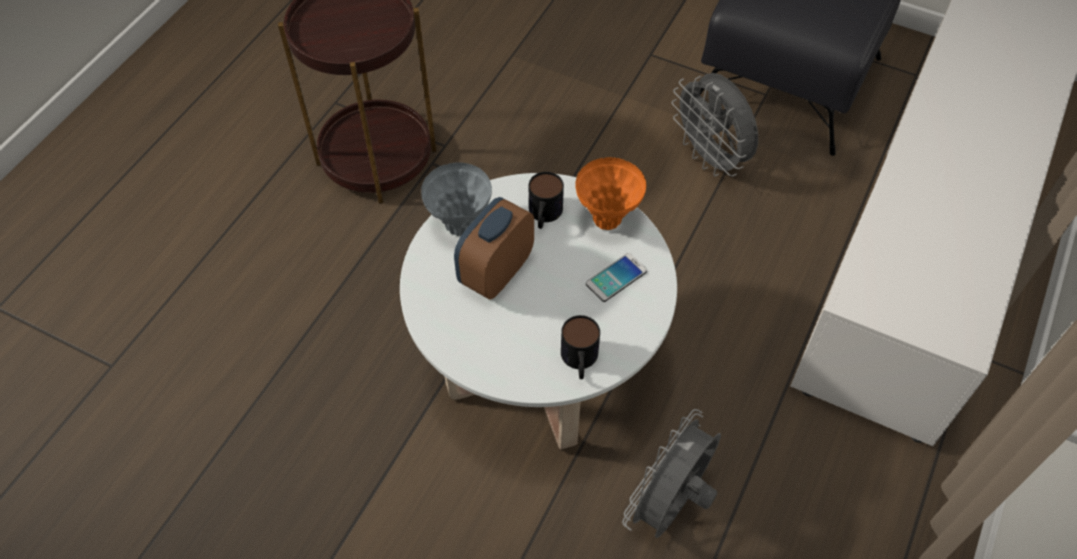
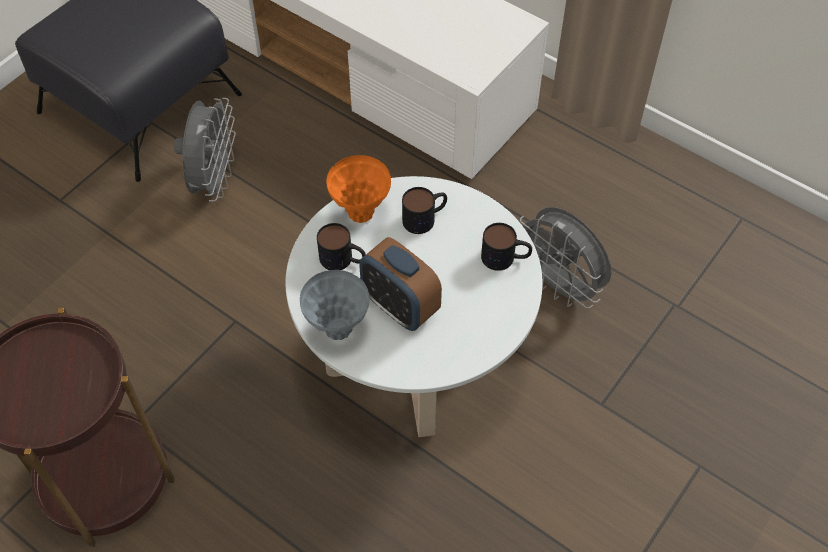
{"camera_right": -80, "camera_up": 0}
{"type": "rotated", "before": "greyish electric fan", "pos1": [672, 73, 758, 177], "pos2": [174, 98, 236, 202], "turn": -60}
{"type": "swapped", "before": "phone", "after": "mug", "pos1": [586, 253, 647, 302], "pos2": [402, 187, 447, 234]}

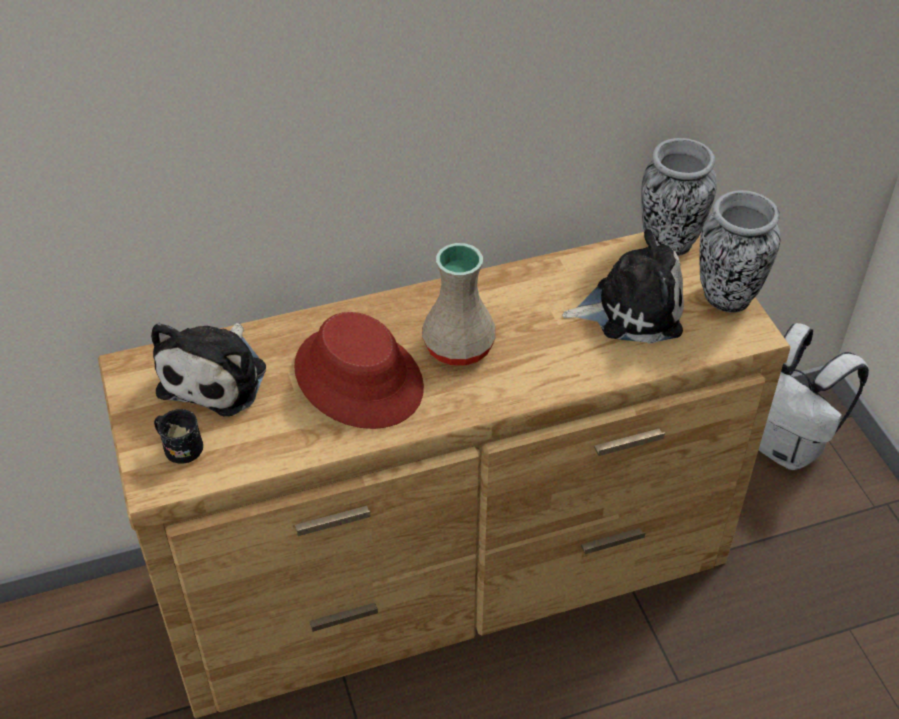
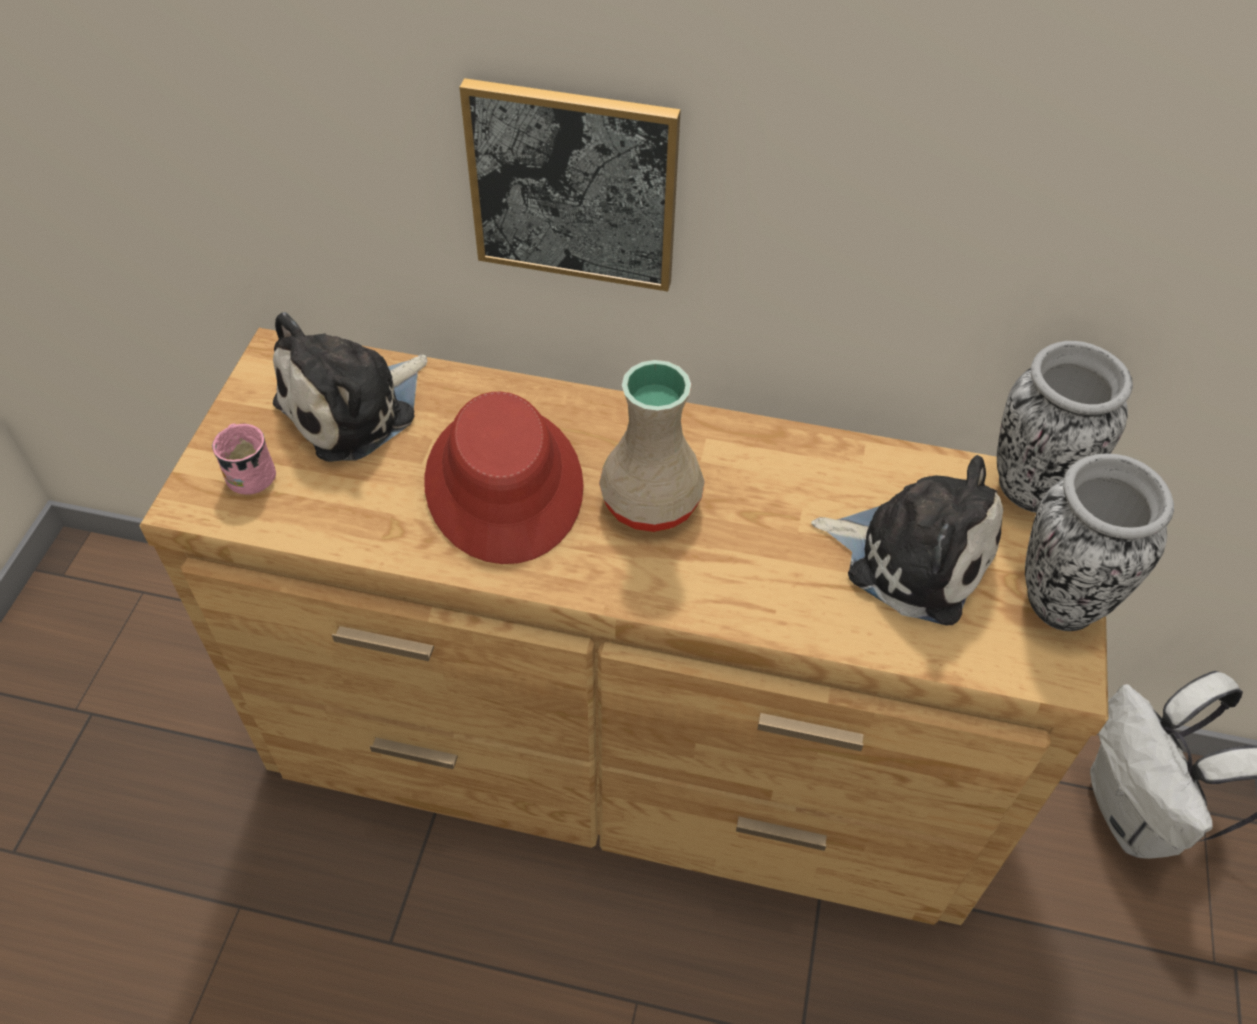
{"camera_right": 30, "camera_up": 5}
{"type": "repainted", "before": "black mug", "after": "pink mug", "pos1": [154, 409, 203, 464], "pos2": [212, 423, 276, 495]}
{"type": "new", "after": "wall art", "pos2": [459, 78, 681, 291]}

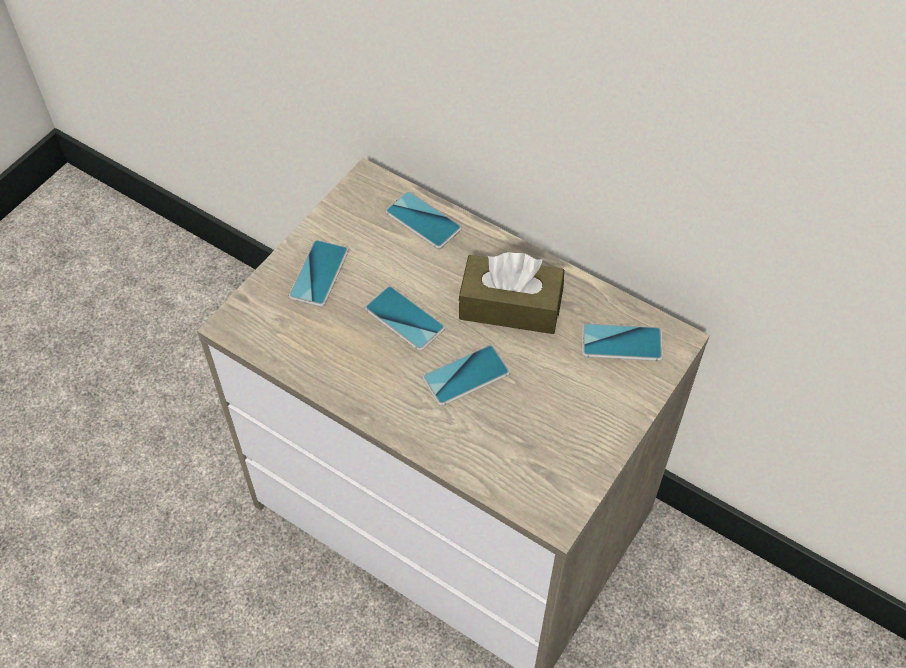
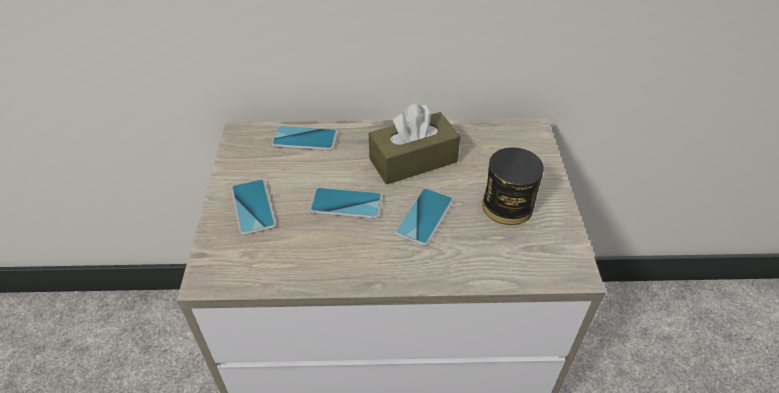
{"camera_right": -35, "camera_up": -10}
{"type": "new", "after": "can", "pos2": [482, 147, 544, 225]}
{"type": "gone", "before": "phone", "pos1": [582, 323, 663, 361]}

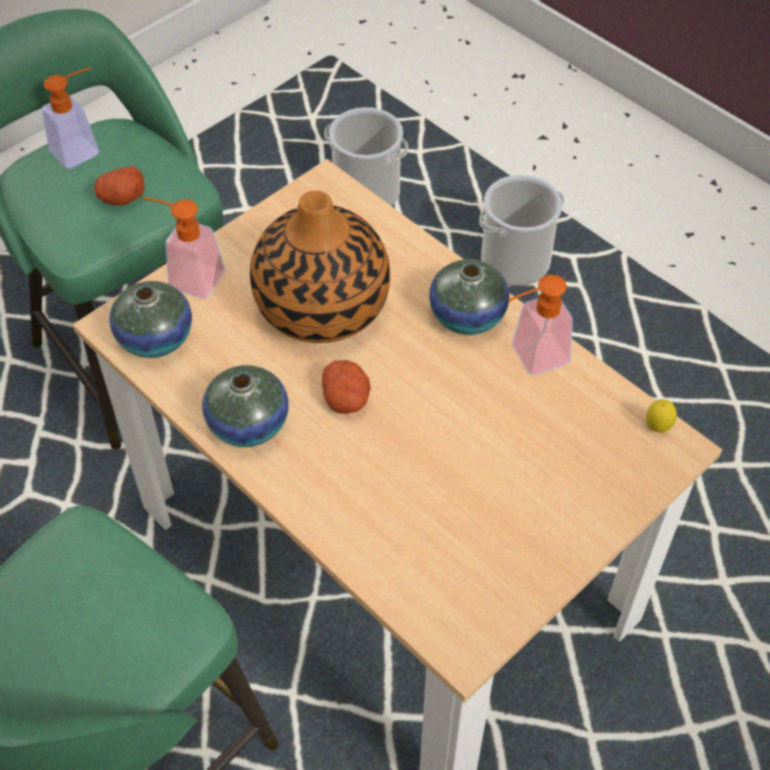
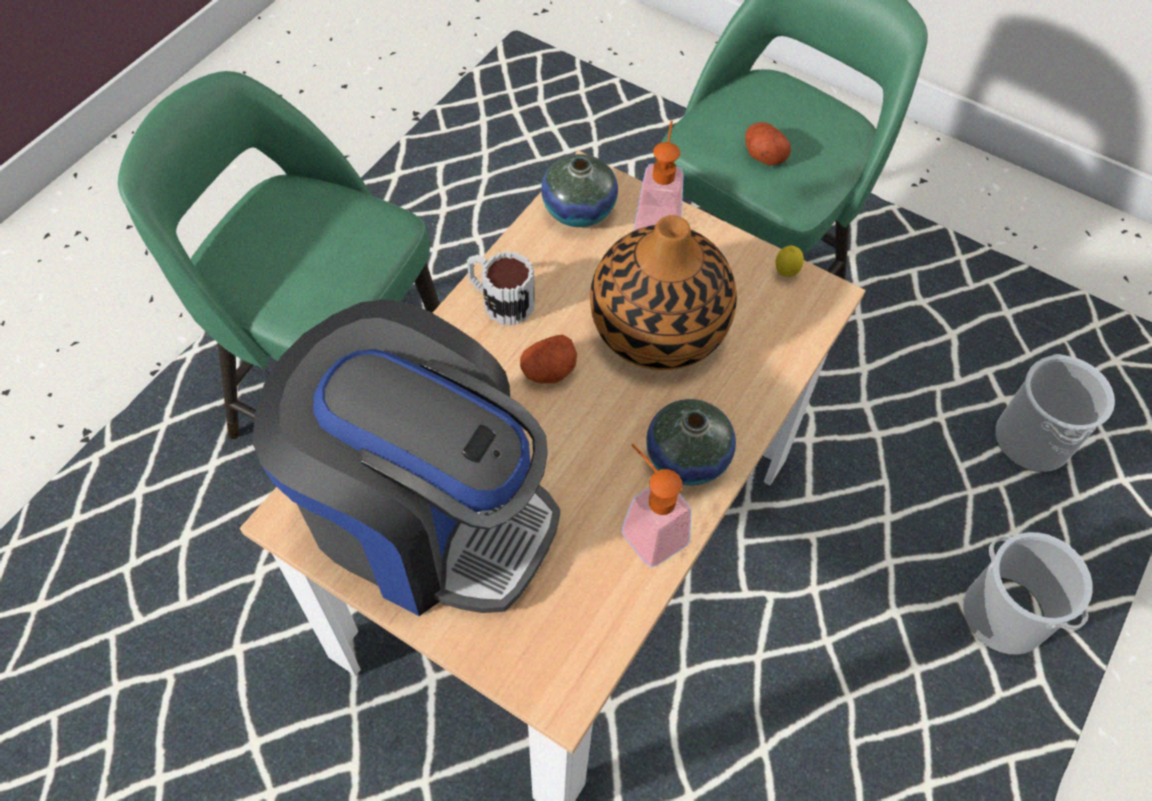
{"camera_right": 75, "camera_up": 5}
{"type": "new", "after": "coffee maker", "pos2": [252, 299, 560, 616]}
{"type": "swapped", "before": "vase", "after": "mug", "pos1": [202, 365, 289, 447], "pos2": [467, 251, 535, 326]}
{"type": "shifted", "before": "whole lemon", "pos1": [646, 399, 677, 432], "pos2": [775, 246, 804, 277]}
{"type": "gone", "before": "soap bottle", "pos1": [42, 67, 99, 169]}

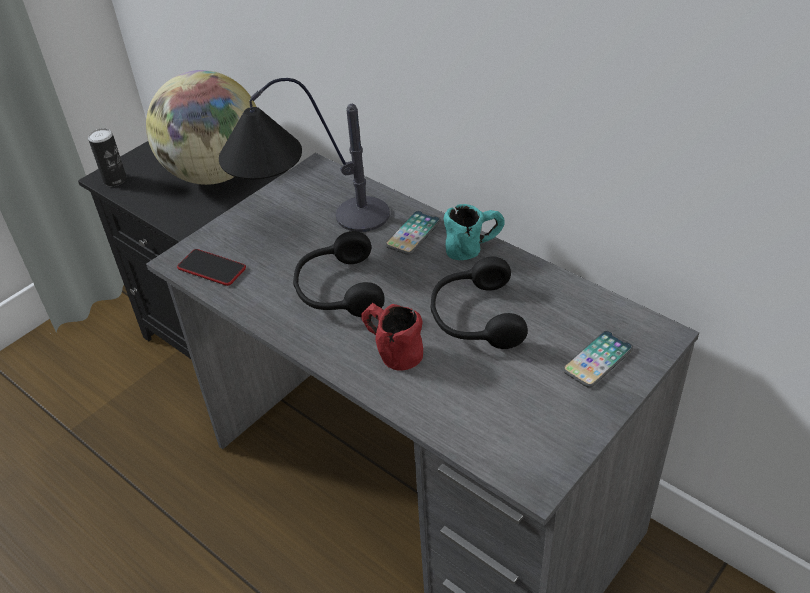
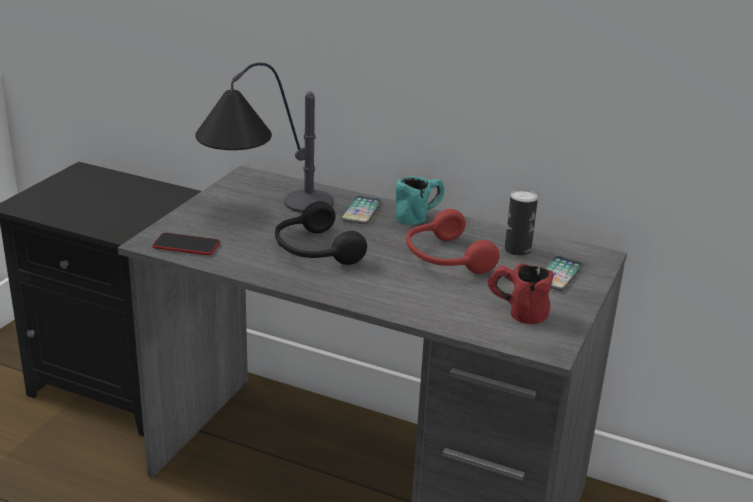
{"camera_right": -20, "camera_up": -15}
{"type": "repainted", "before": "black headset", "after": "red headset", "pos1": [430, 256, 528, 349], "pos2": [406, 209, 500, 274]}
{"type": "shifted", "before": "red mug", "pos1": [361, 303, 423, 371], "pos2": [488, 263, 554, 324]}
{"type": "shifted", "before": "can", "pos1": [88, 128, 127, 186], "pos2": [505, 189, 538, 256]}
{"type": "gone", "before": "world globe", "pos1": [146, 70, 256, 185]}

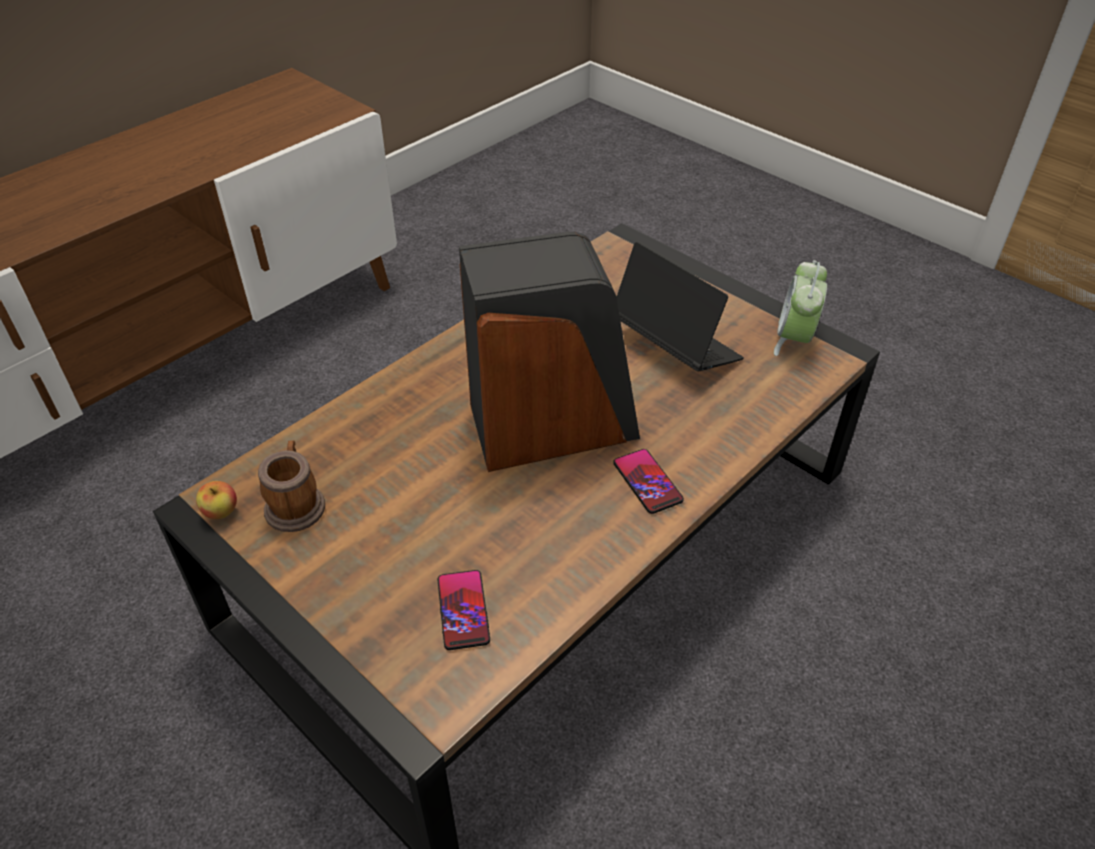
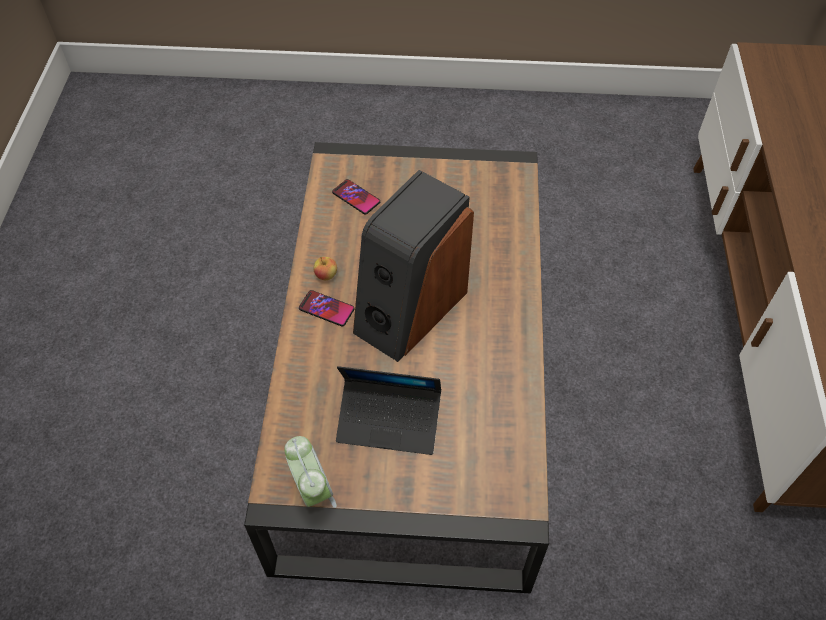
{"camera_right": 140, "camera_up": 10}
{"type": "shifted", "before": "whole apple", "pos1": [196, 481, 237, 519], "pos2": [314, 257, 337, 280]}
{"type": "gone", "before": "mug", "pos1": [258, 440, 325, 532]}

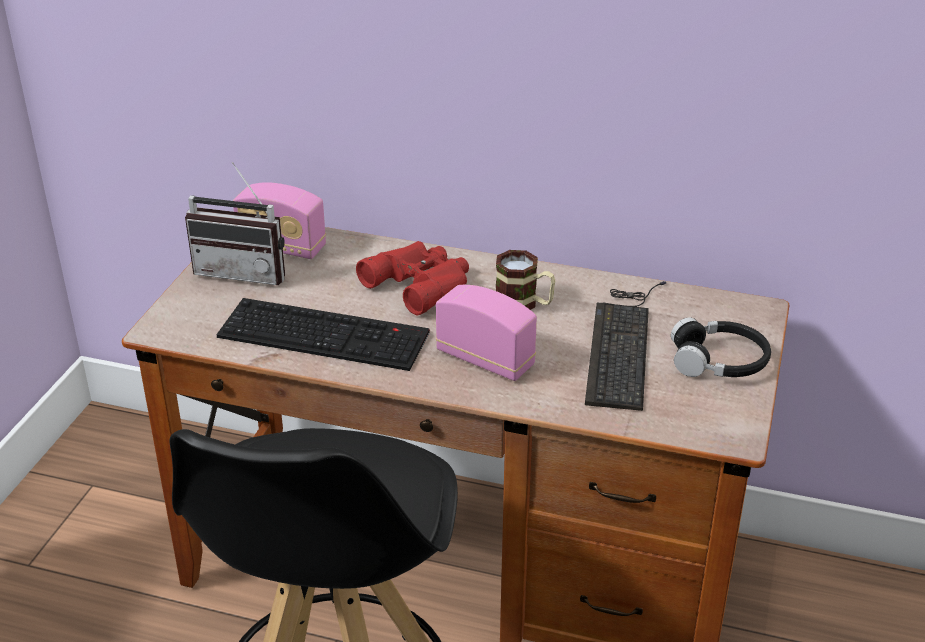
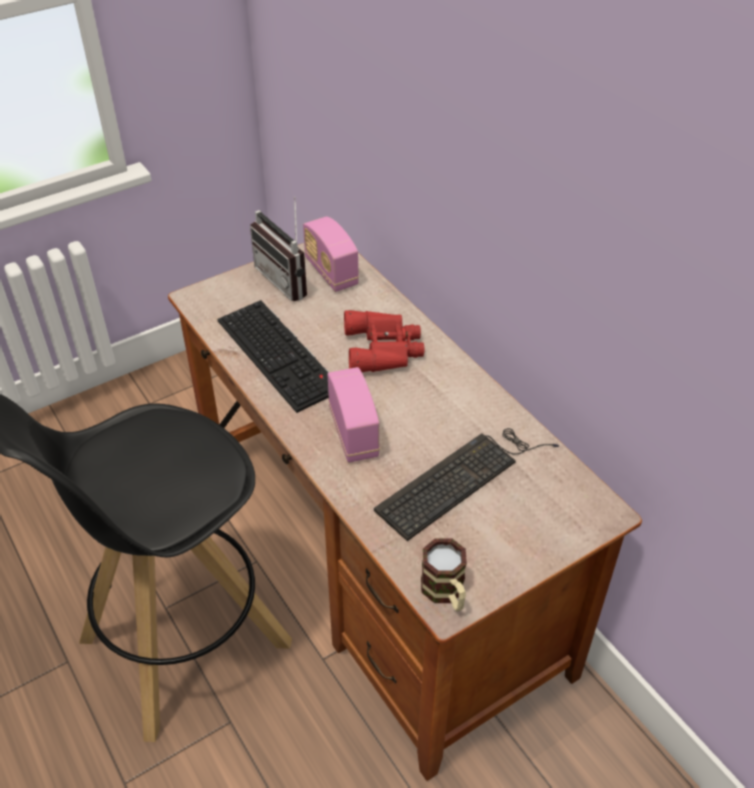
{"camera_right": 40, "camera_up": 10}
{"type": "shifted", "before": "mug", "pos1": [496, 250, 555, 310], "pos2": [421, 538, 467, 611]}
{"type": "gone", "before": "black headset", "pos1": [671, 317, 771, 377]}

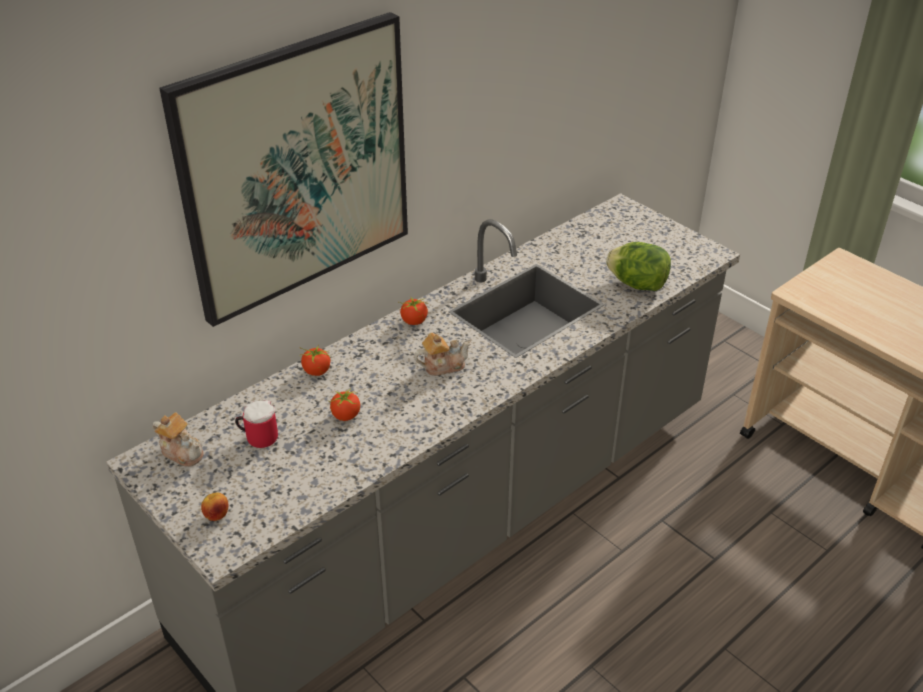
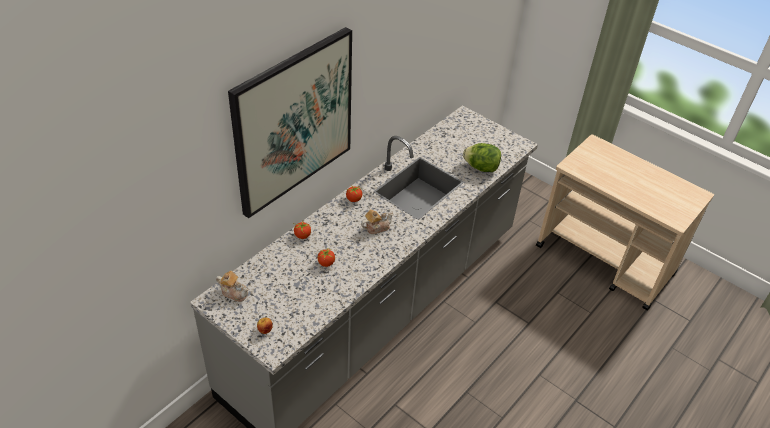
{"camera_right": -10, "camera_up": 5}
{"type": "gone", "before": "mug", "pos1": [235, 400, 278, 448]}

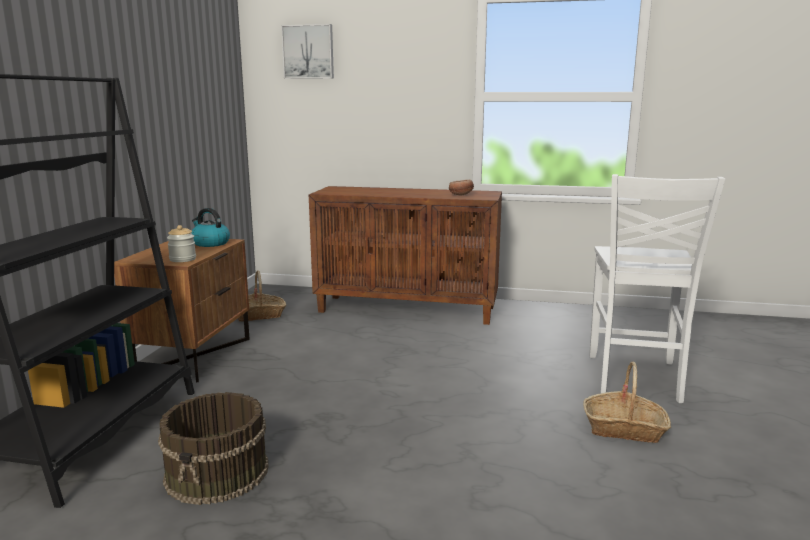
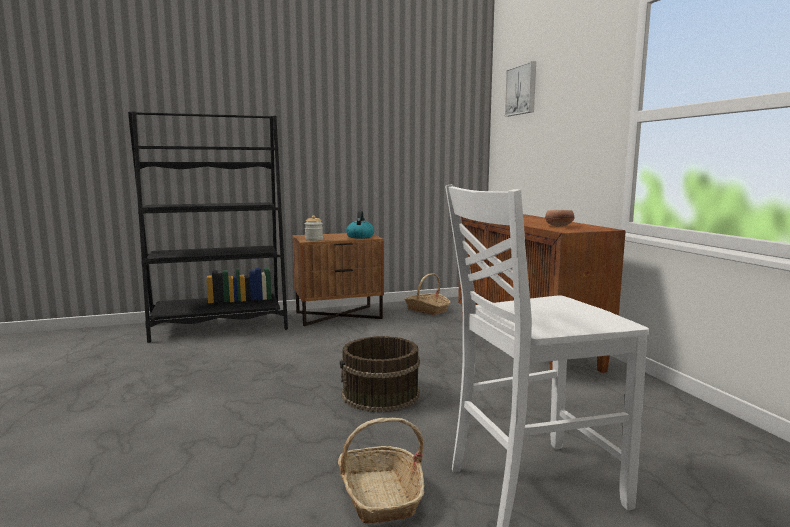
{"camera_right": 60, "camera_up": -5}
{"type": "shifted", "before": "brown water bucket", "pos1": [158, 392, 269, 505], "pos2": [340, 336, 420, 412]}

